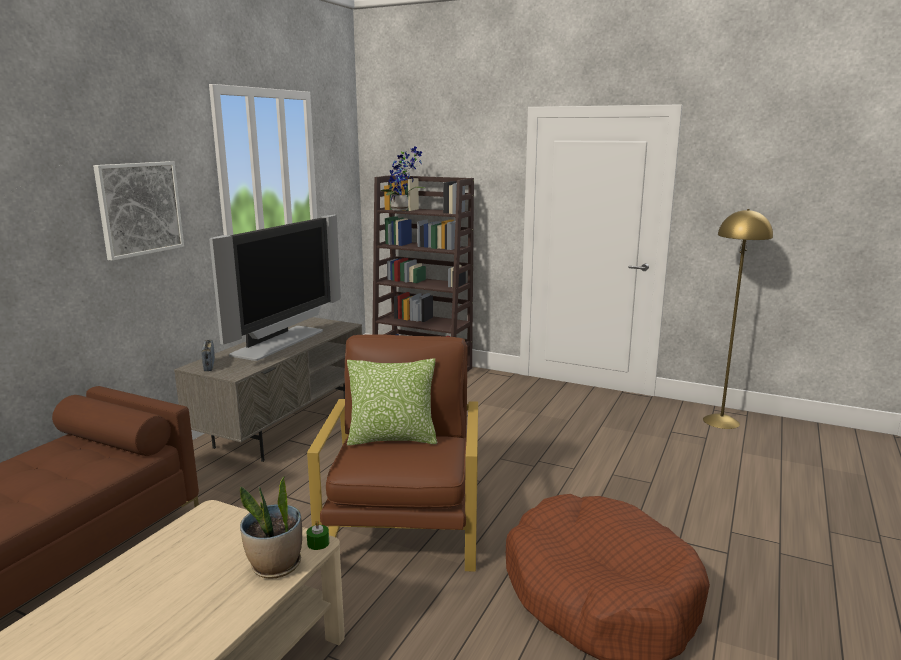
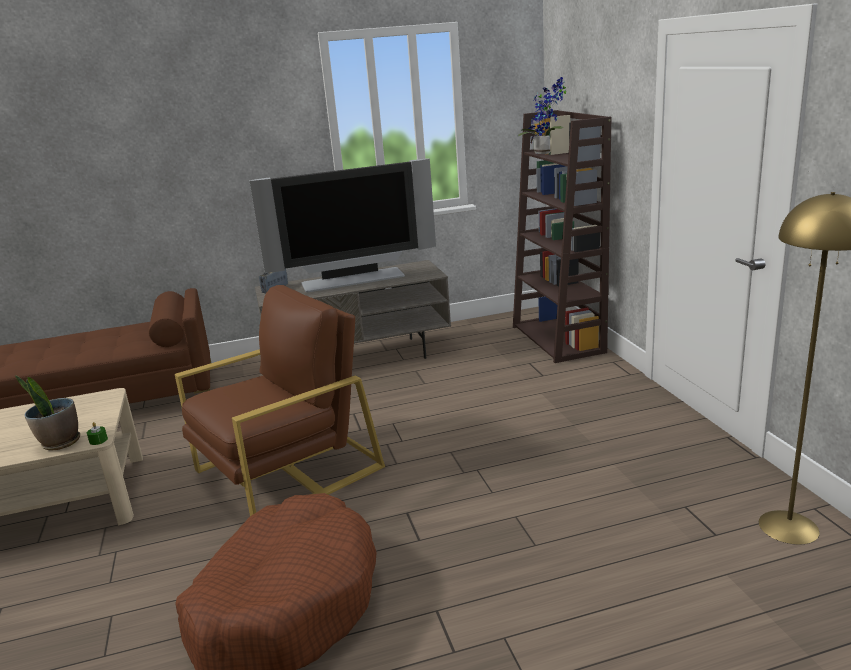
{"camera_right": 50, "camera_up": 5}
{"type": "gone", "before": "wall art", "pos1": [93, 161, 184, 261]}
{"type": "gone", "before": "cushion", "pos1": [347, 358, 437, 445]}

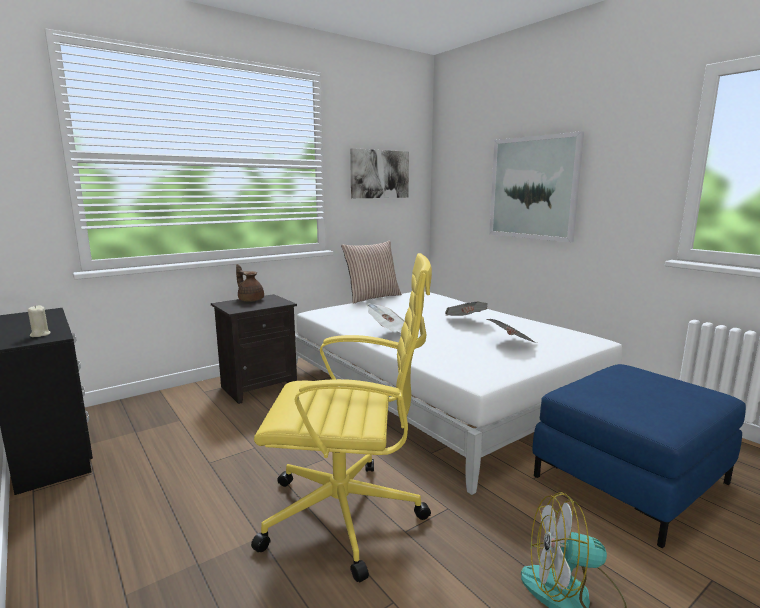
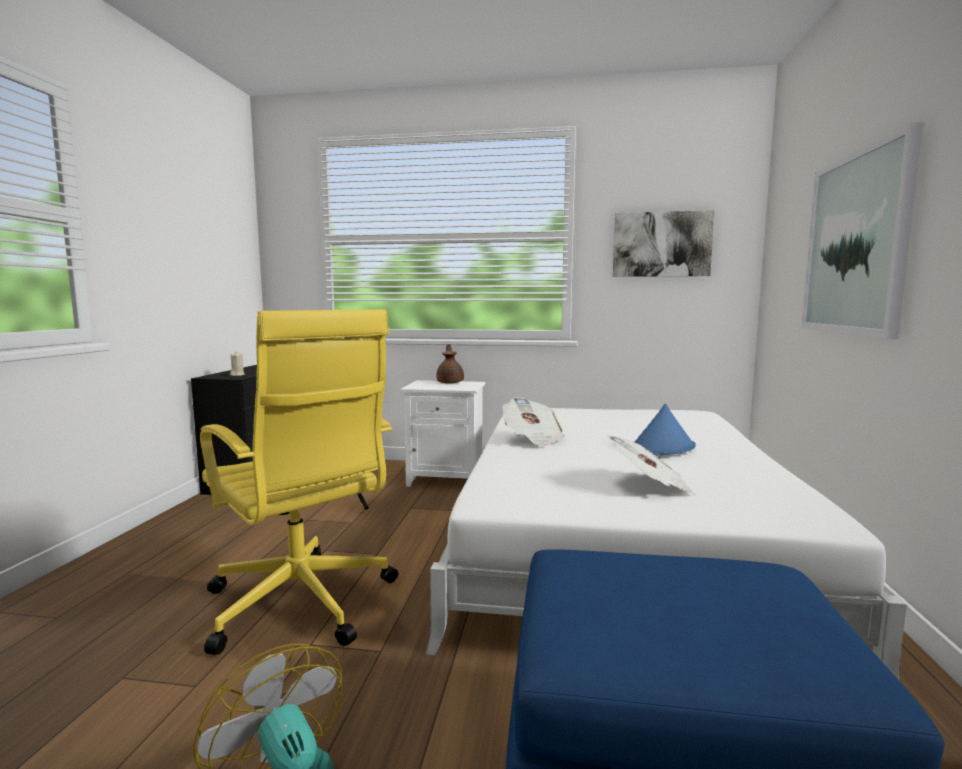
{"camera_right": 45, "camera_up": -5}
{"type": "repainted", "before": "black bedside table", "after": "white bedside table", "pos1": [211, 294, 297, 404], "pos2": [400, 380, 485, 487]}
{"type": "swapped", "before": "newspaper", "after": "blue clothing hat", "pos1": [445, 302, 488, 316], "pos2": [635, 404, 696, 456]}
{"type": "gone", "before": "cushion", "pos1": [341, 241, 402, 304]}

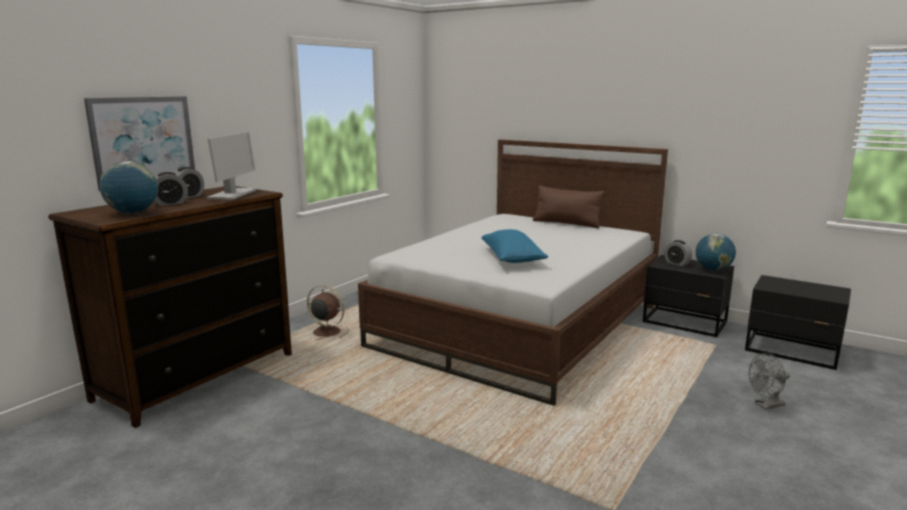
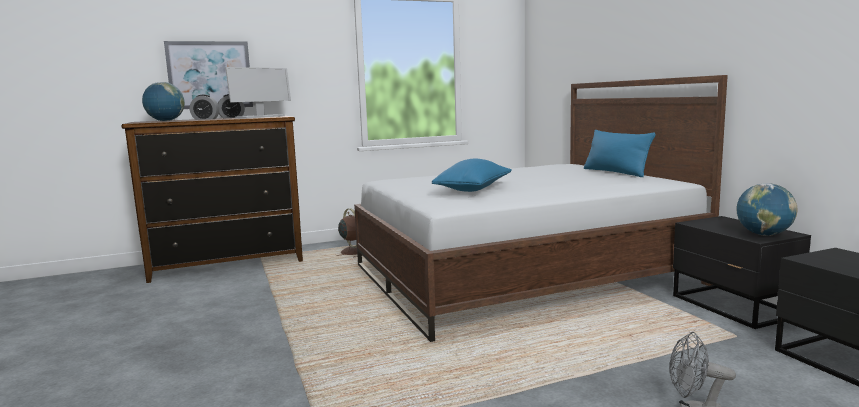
{"camera_right": 35, "camera_up": -5}
{"type": "repainted", "before": "brown cushion", "after": "blue cushion", "pos1": [533, 185, 605, 228], "pos2": [584, 130, 656, 177]}
{"type": "gone", "before": "table clock", "pos1": [664, 240, 692, 266]}

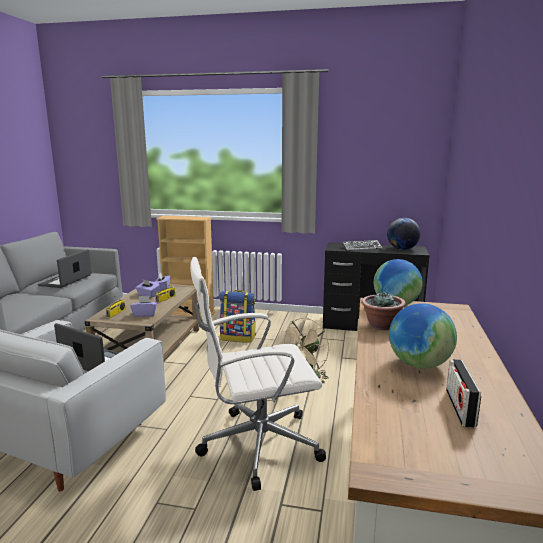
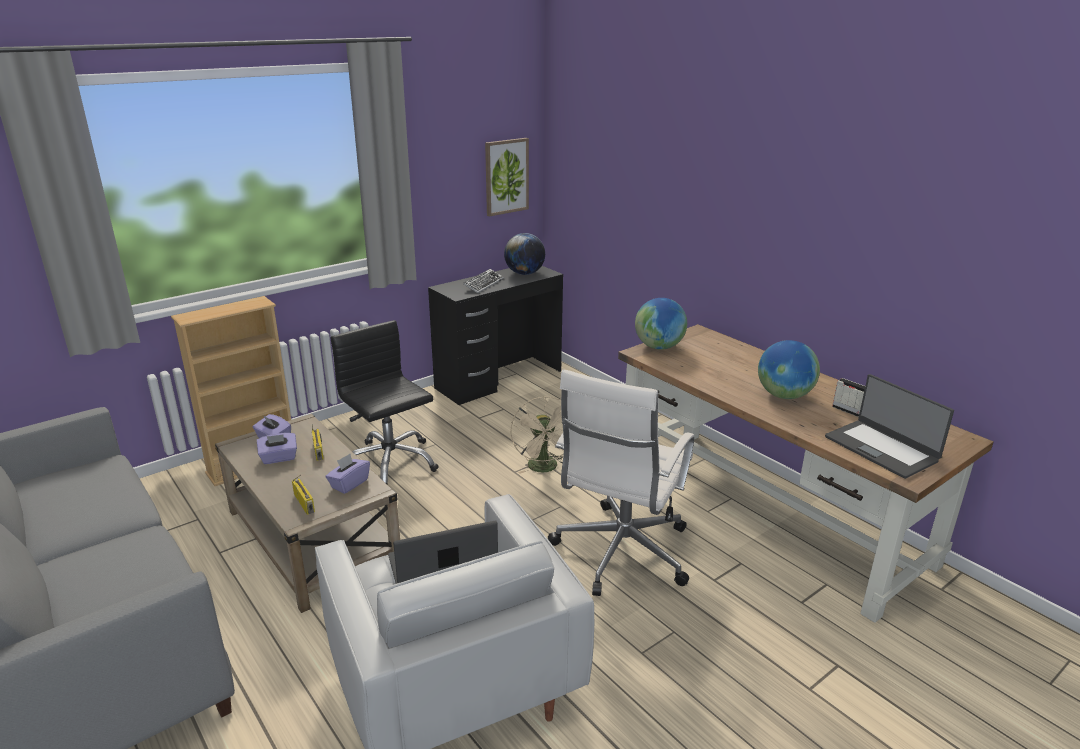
{"camera_right": -50, "camera_up": 10}
{"type": "swapped", "before": "knapsack", "after": "black computer chair", "pos1": [219, 290, 256, 343], "pos2": [330, 320, 439, 485]}
{"type": "new", "after": "wall art", "pos2": [485, 138, 529, 217]}
{"type": "shifted", "before": "portable computer", "pos1": [38, 249, 92, 288], "pos2": [825, 374, 954, 479]}
{"type": "gone", "before": "plant in a pot", "pos1": [361, 292, 406, 330]}

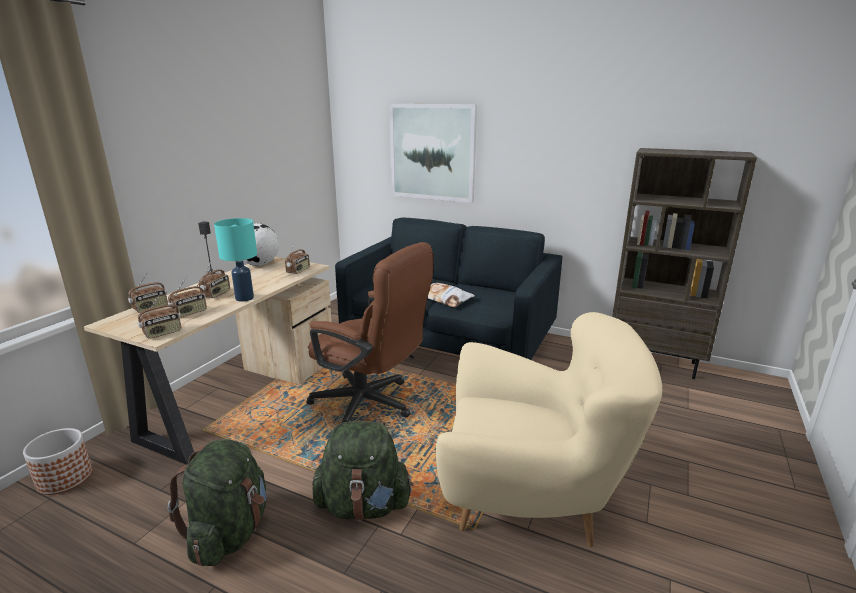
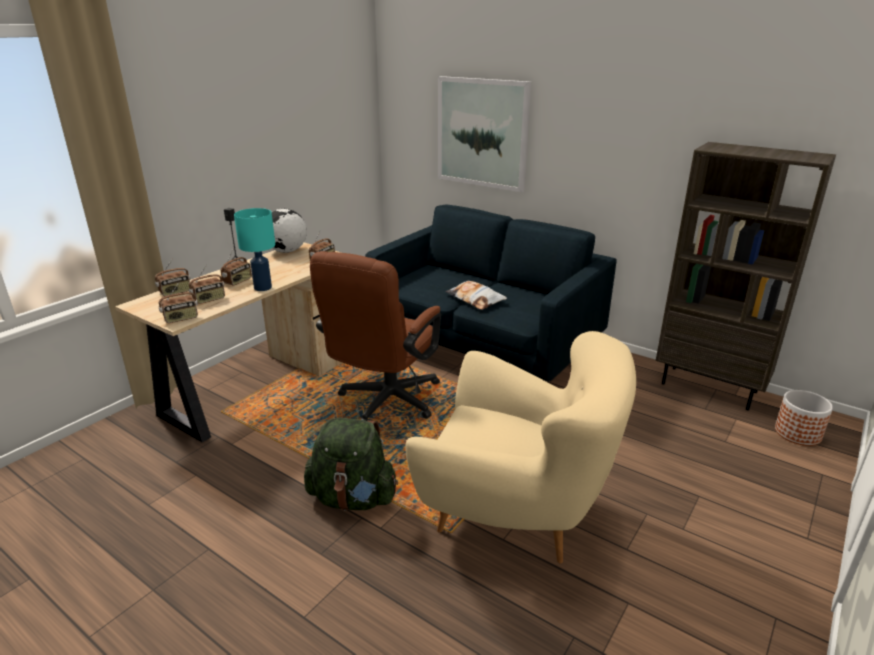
{"camera_right": 10, "camera_up": 5}
{"type": "rotated", "before": "brown computer chair", "pos1": [306, 242, 434, 423], "pos2": [310, 251, 441, 421], "turn": 75}
{"type": "shifted", "before": "plant pot", "pos1": [23, 428, 92, 495], "pos2": [775, 390, 833, 446]}
{"type": "gone", "before": "green knapsack", "pos1": [168, 439, 267, 566]}

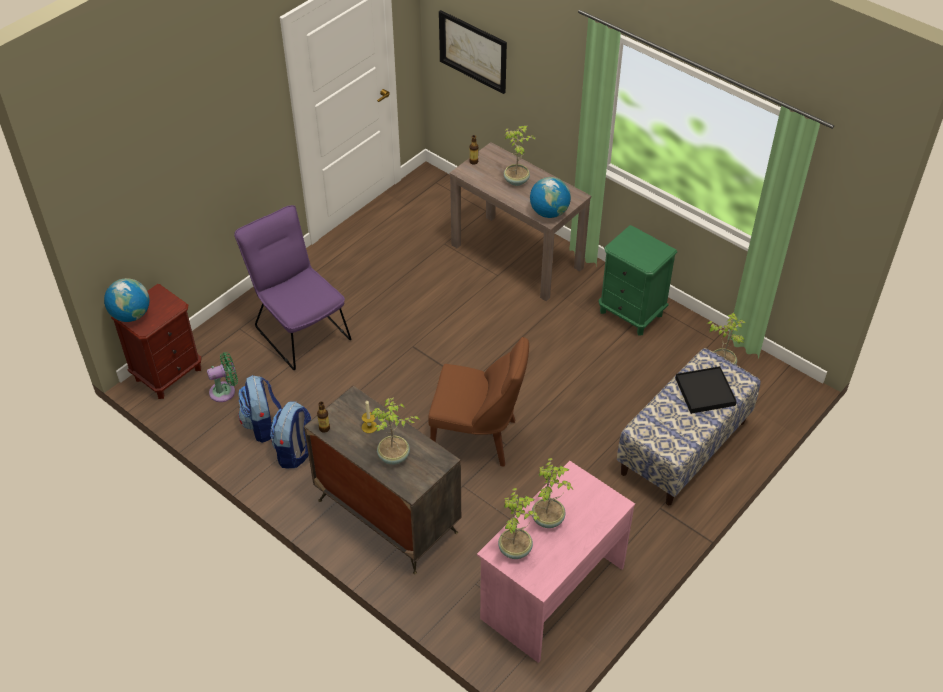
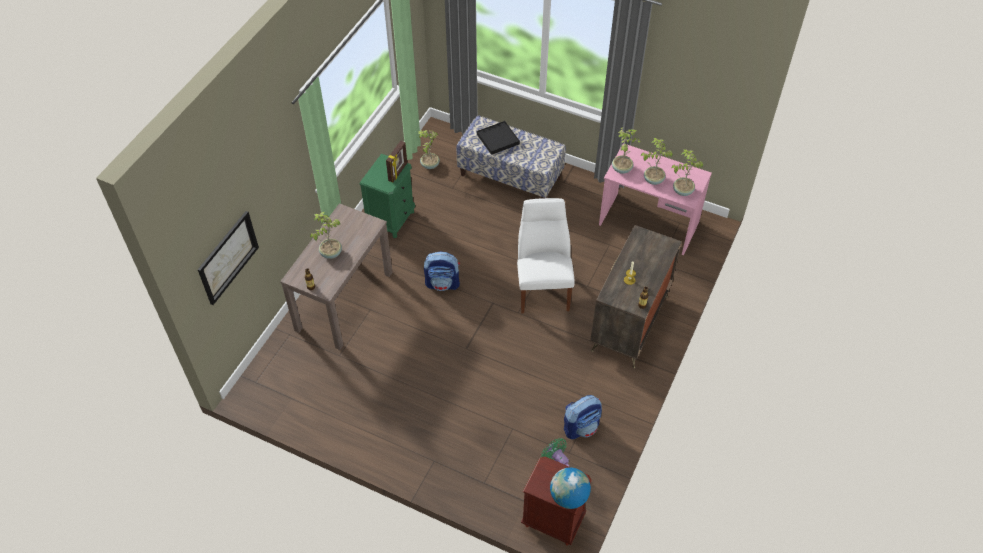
{"camera_right": -105, "camera_up": 5}
{"type": "new", "after": "picture frame", "pos2": [386, 141, 407, 182]}
{"type": "shifted", "before": "knapsack", "pos1": [270, 401, 311, 468], "pos2": [424, 252, 460, 291]}
{"type": "repainted", "before": "brown chair", "after": "white chair", "pos1": [428, 337, 529, 467], "pos2": [517, 198, 575, 313]}
{"type": "shifted", "before": "plant in a pot", "pos1": [371, 397, 420, 465], "pos2": [612, 127, 642, 174]}
{"type": "gone", "before": "purplish chair", "pos1": [234, 205, 351, 370]}
{"type": "gone", "before": "world globe", "pos1": [530, 177, 571, 218]}

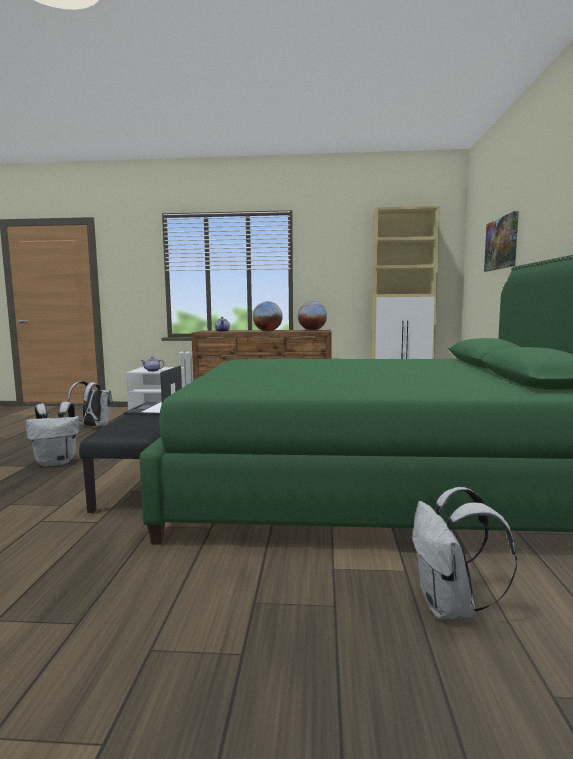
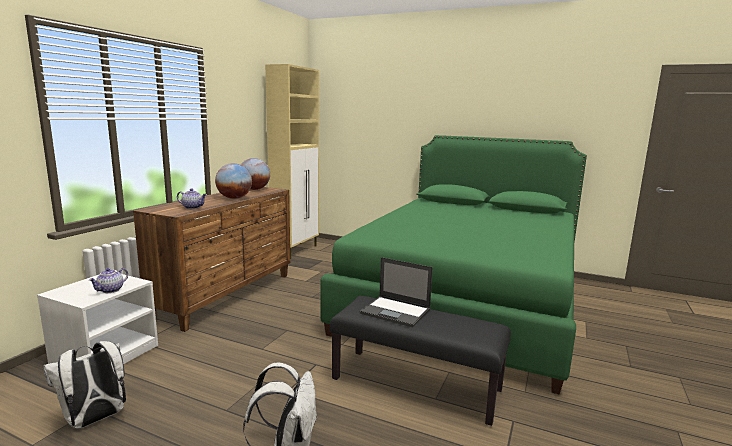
{"camera_right": -70, "camera_up": 5}
{"type": "gone", "before": "white knapsack", "pos1": [412, 487, 517, 619]}
{"type": "gone", "before": "wall art", "pos1": [484, 211, 519, 271]}

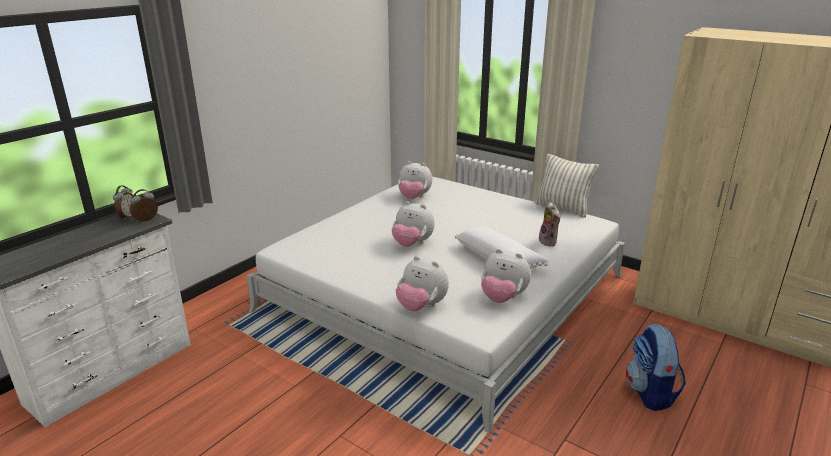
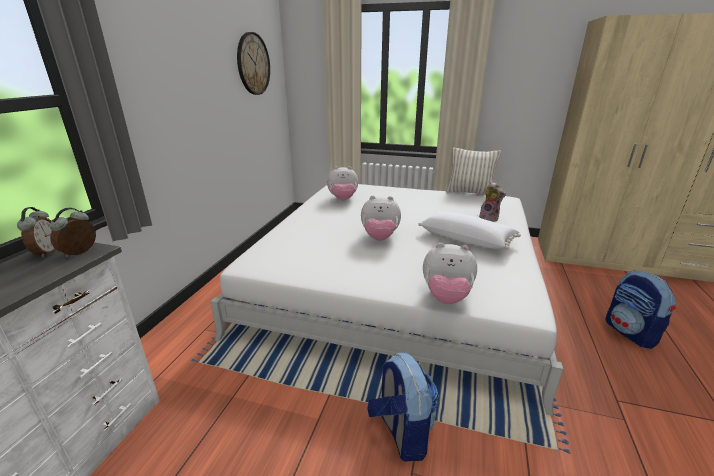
{"camera_right": -20, "camera_up": 0}
{"type": "new", "after": "wall clock", "pos2": [237, 32, 270, 95]}
{"type": "new", "after": "knapsack", "pos2": [367, 353, 439, 462]}
{"type": "gone", "before": "soft toy", "pos1": [481, 249, 531, 303]}

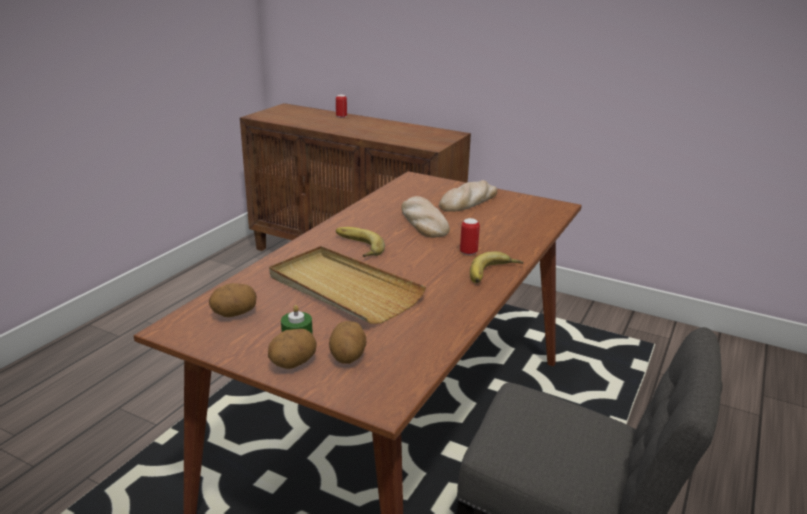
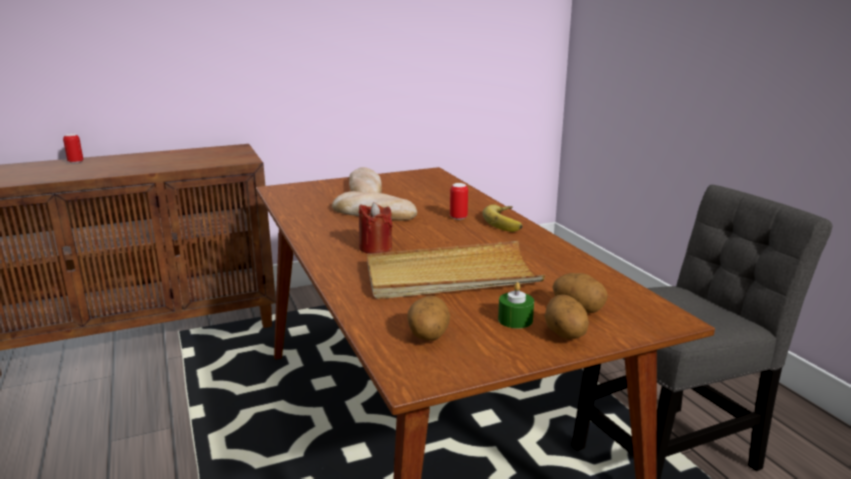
{"camera_right": -50, "camera_up": -5}
{"type": "swapped", "before": "whole banana", "after": "red wax light", "pos1": [336, 227, 385, 257], "pos2": [359, 202, 392, 254]}

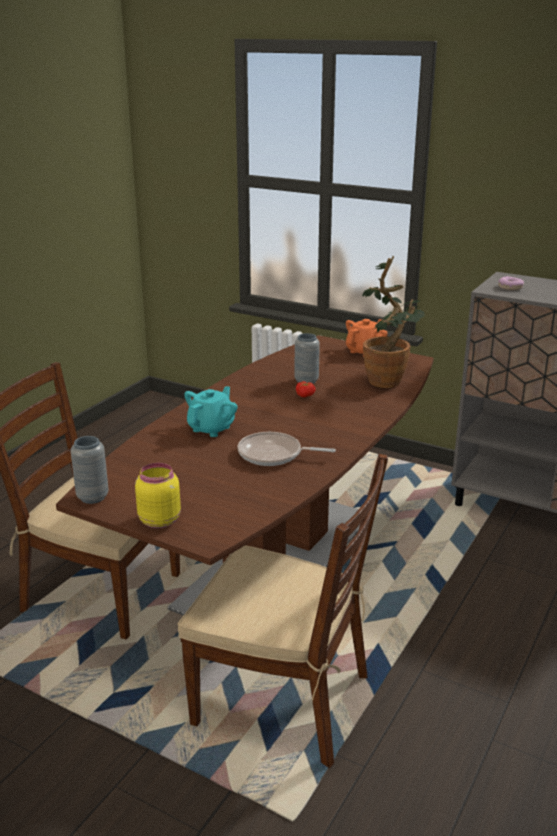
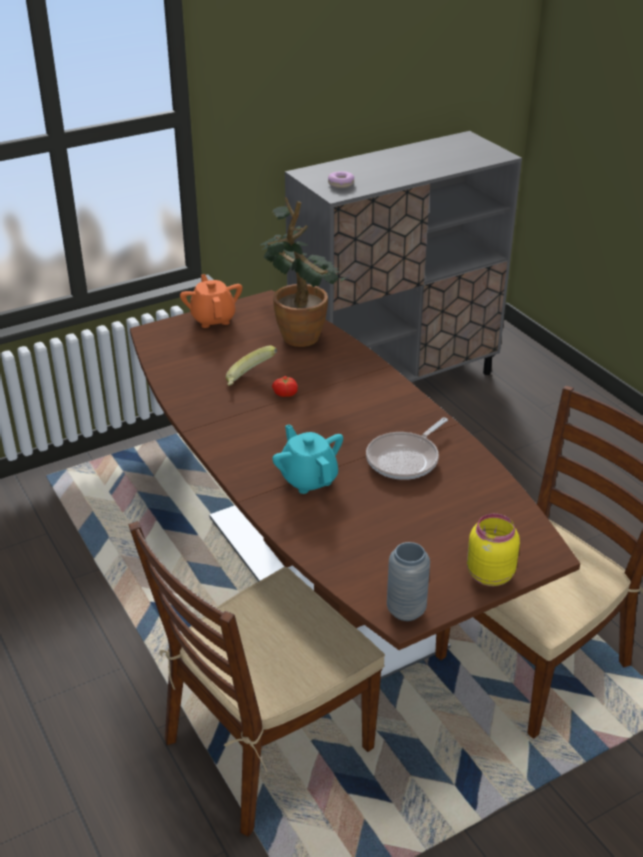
{"camera_right": -60, "camera_up": 10}
{"type": "swapped", "before": "greyish vase", "after": "whole banana", "pos1": [294, 333, 320, 384], "pos2": [226, 346, 277, 386]}

